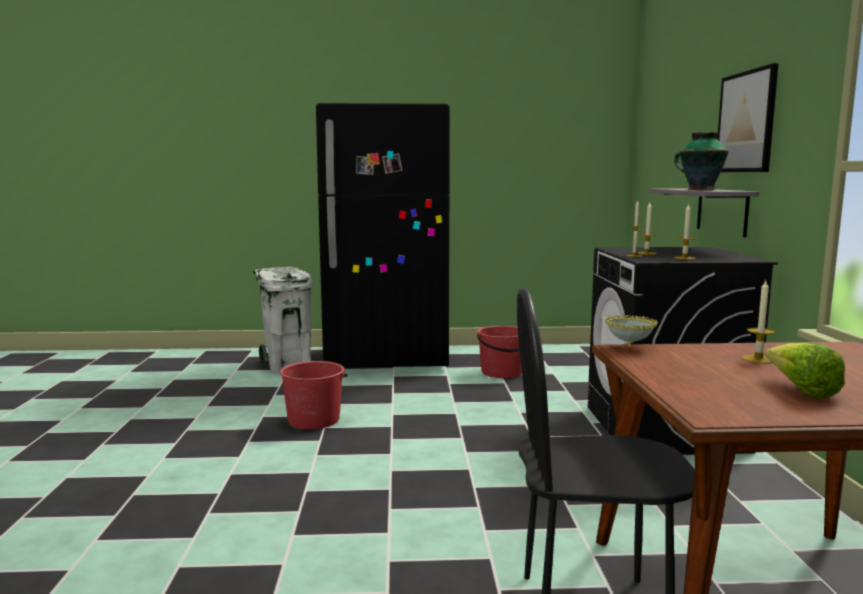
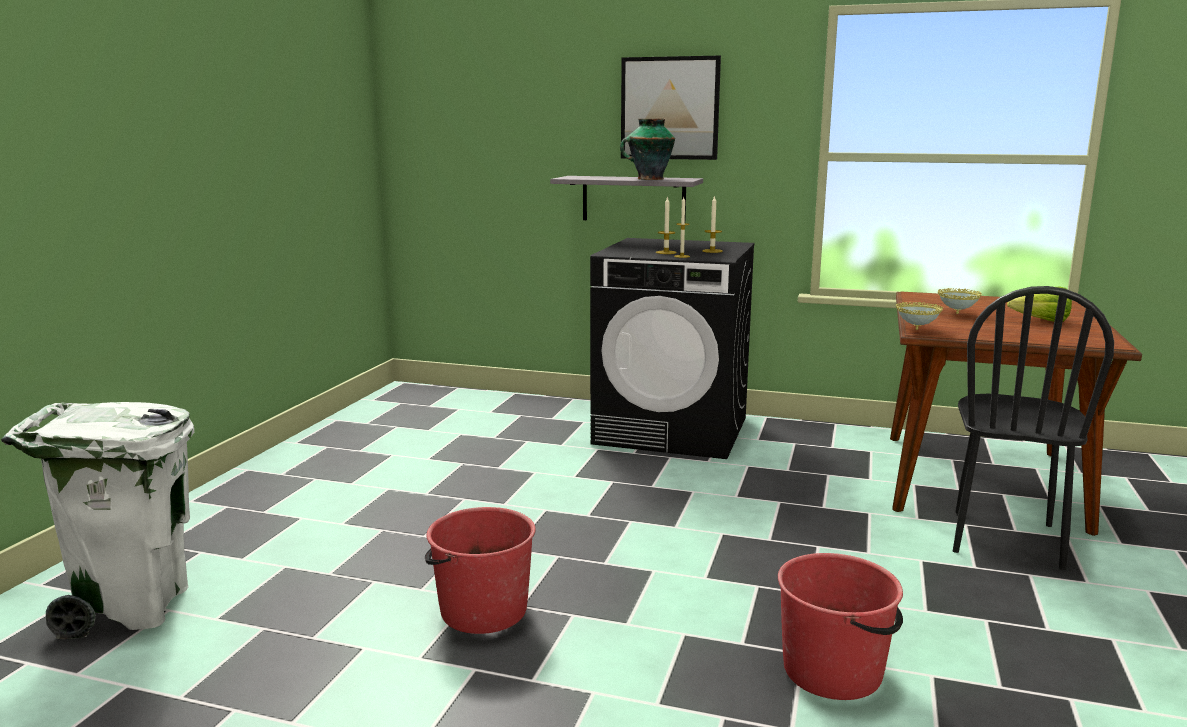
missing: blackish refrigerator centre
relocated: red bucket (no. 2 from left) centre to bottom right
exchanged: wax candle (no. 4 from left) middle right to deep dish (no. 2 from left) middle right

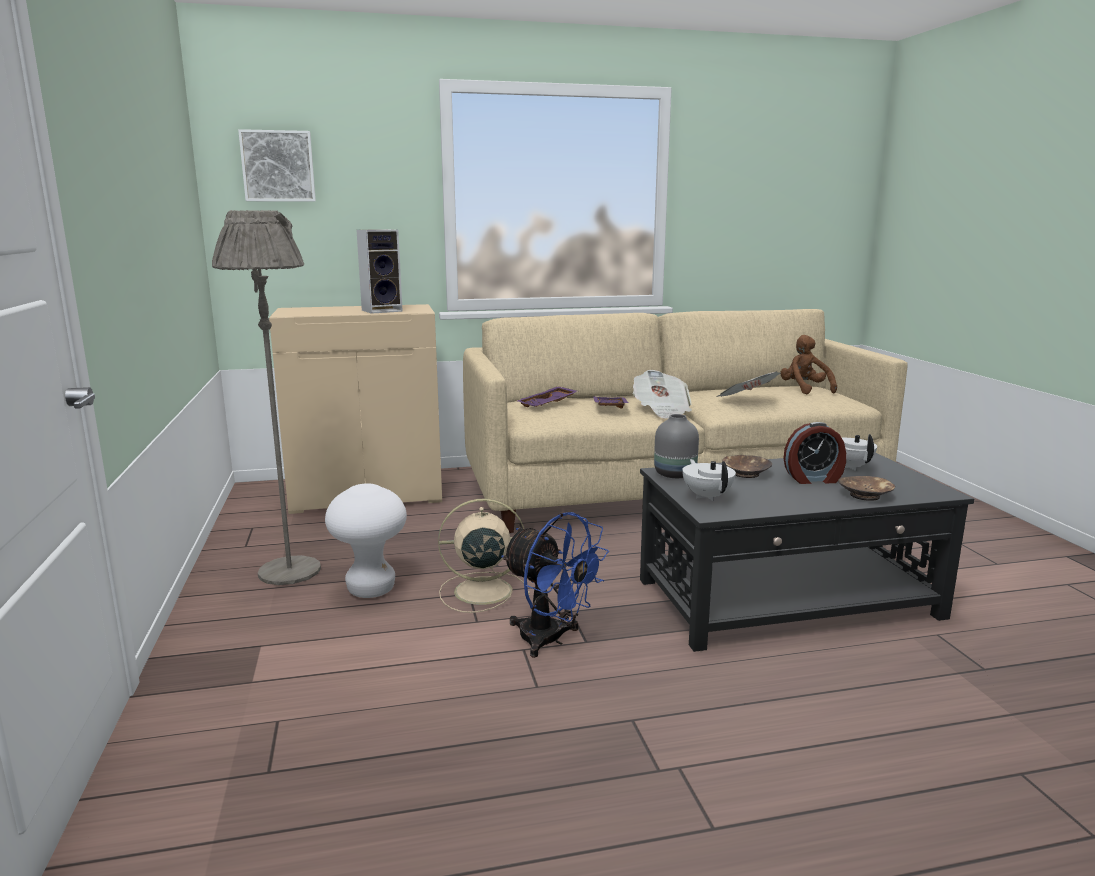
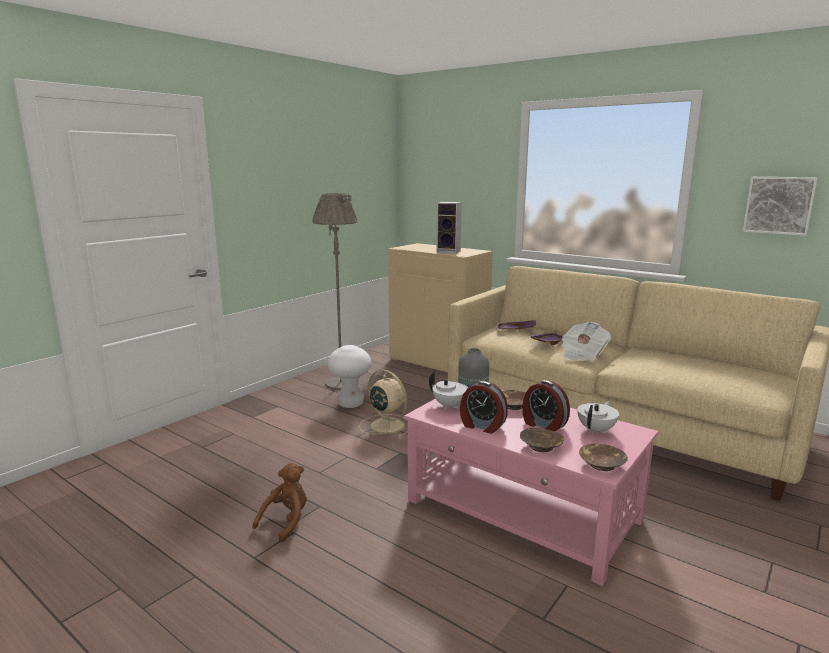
missing: daily paper (no. 2 from left) middle right; bluish electric fan bottom centre
appeared: table clock (no. 1 from left) centre; brown deep dish (no. 3 from left) bottom right
relocated: wall picture top left to top right; brown soft toy middle right to bottom centre
colour: blackish low table middle right to pinkish low table bottom centre
spun: white pot for tea (no. 1 from left) centre = centre 90 degrees clockwise

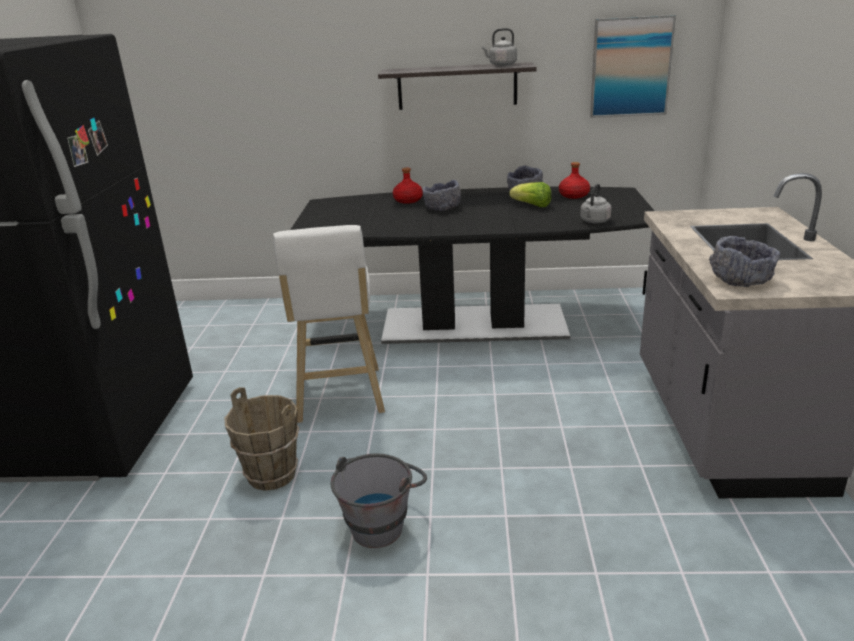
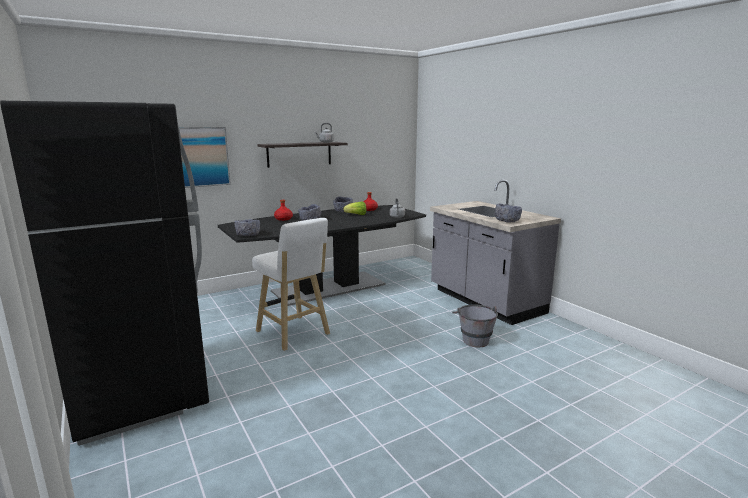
missing: brown bucket bottom left
appeared: greyish deep dish (no. 1 from left) middle left
relocated: wall picture top right to top left; greyish bucket bottom centre to centre

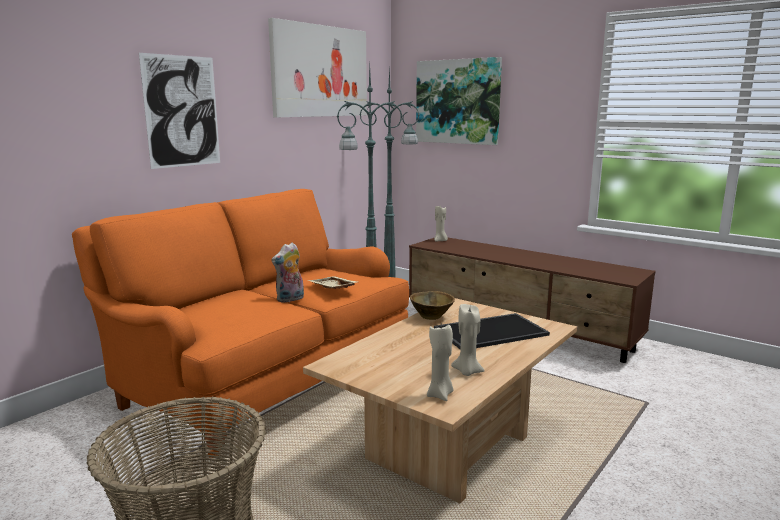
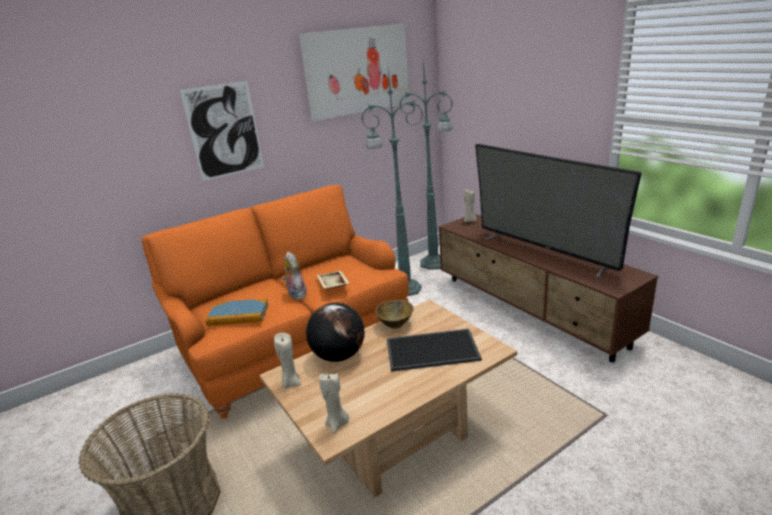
missing: wall picture (no. 3 from left) top centre
appeared: TV set middle right; volume middle left; globe centre
relocated: beige-coloured wax candle (no. 3 from left in the first image) centre to beige-coloured wax candle (no. 1 from left) bottom centre
spun: soft toy centre = centre 90 degrees clockwise

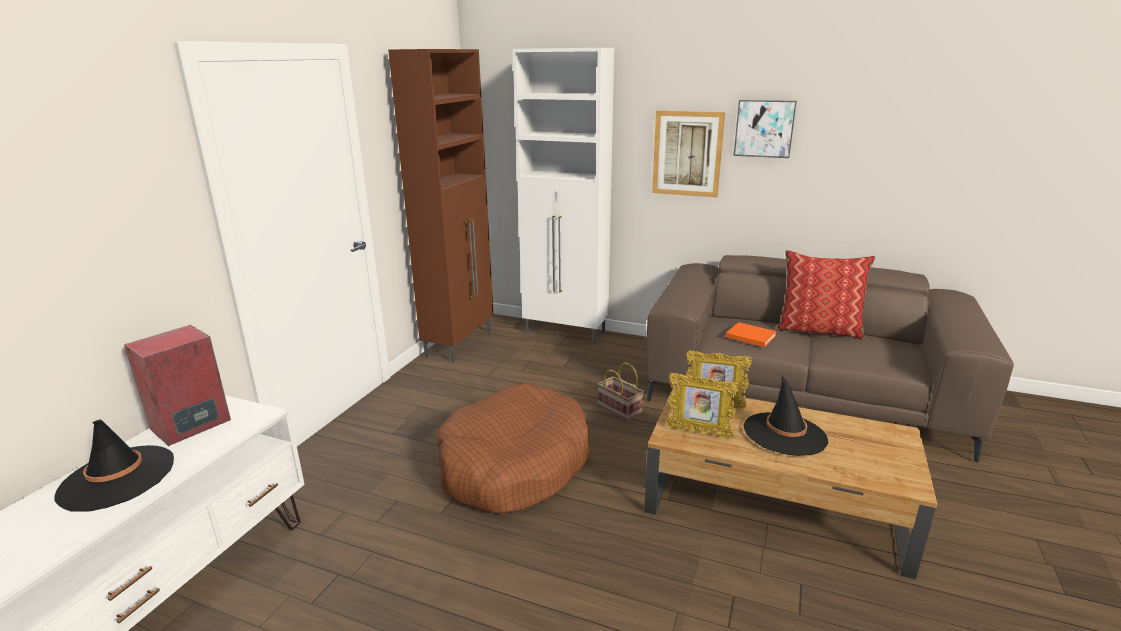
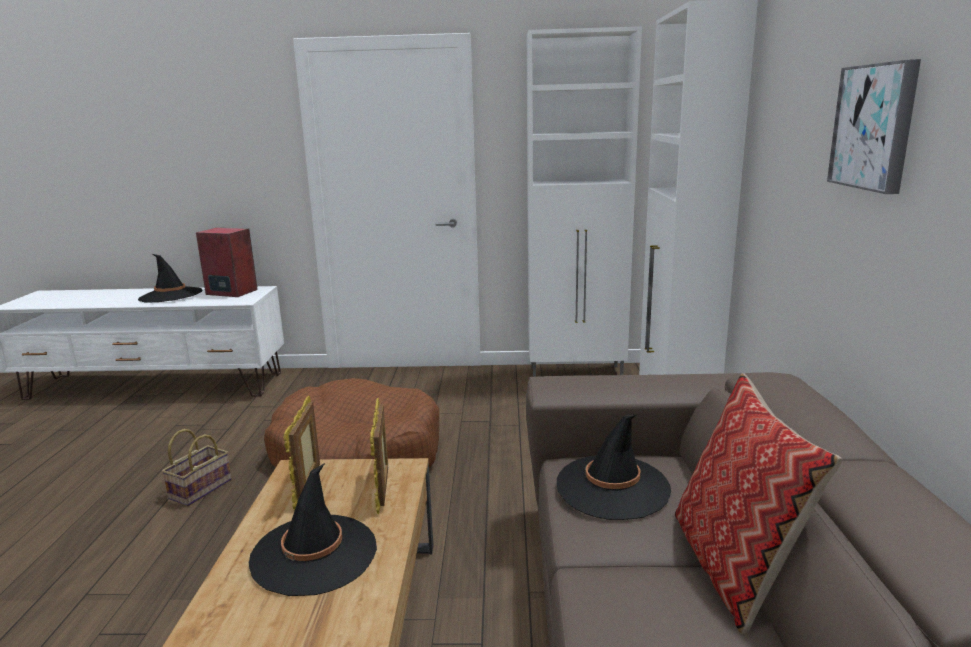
missing: wall picture (no. 1 from left) top centre
relocated: basket centre to bottom left
exchanged: orange-coloured volume middle right to blackish clothing hat (no. 3 from left) bottom centre
colour: brown storage cabinet top centre to white storage cabinet (no. 1 from left) top centre

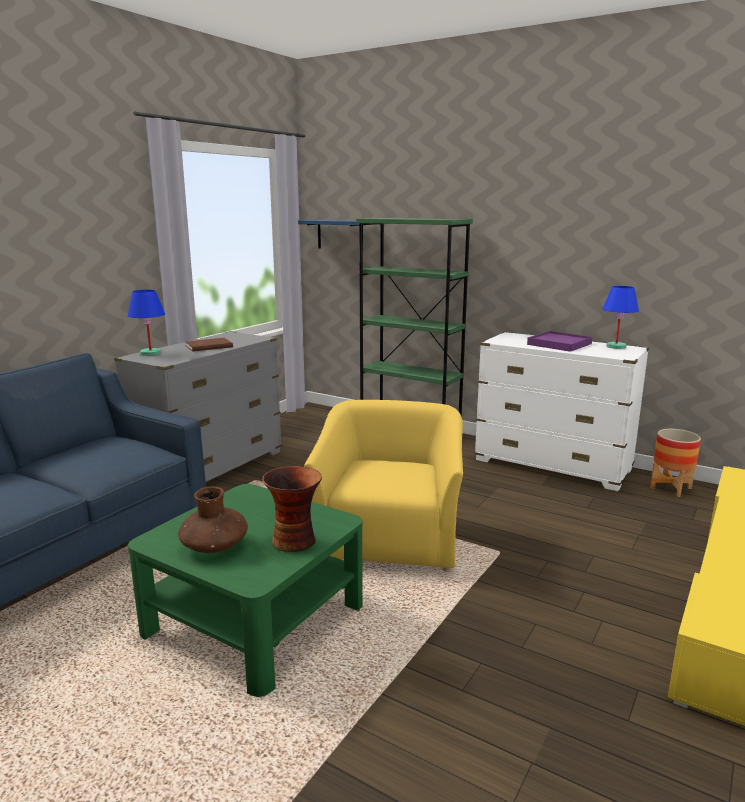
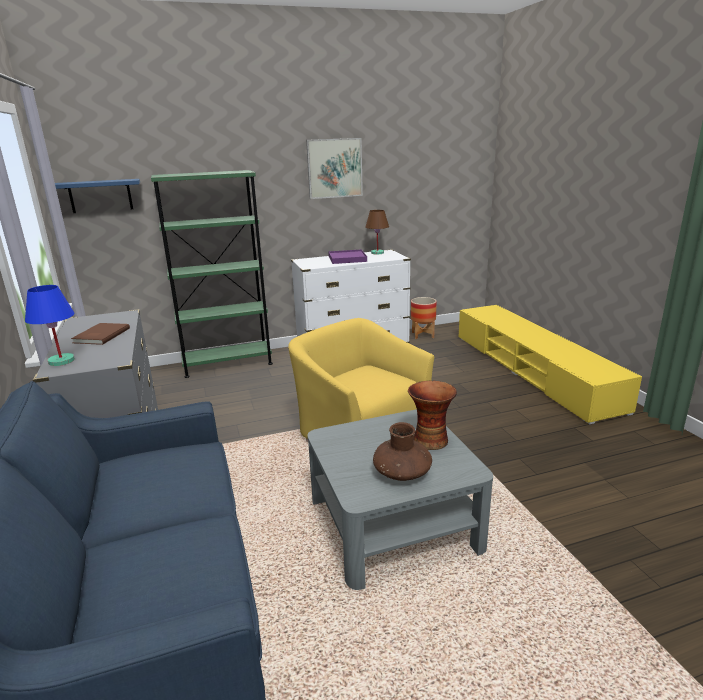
appeared: wall picture top centre
colour: bluish lamp for a table (no. 2 from left) middle right to brown lamp for a table top centre; green low table bottom left to greyish low table bottom centre

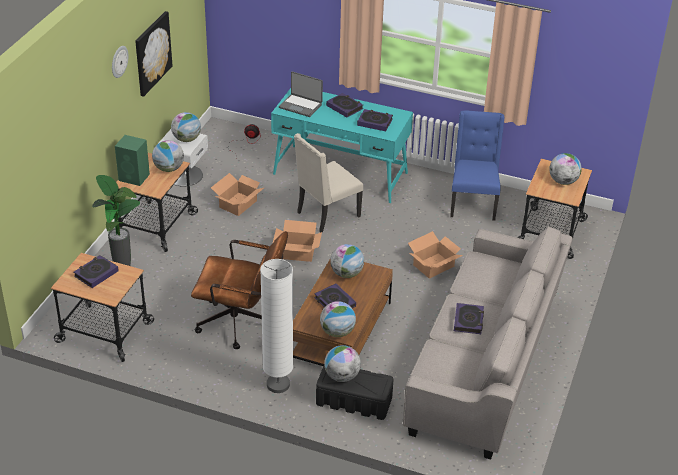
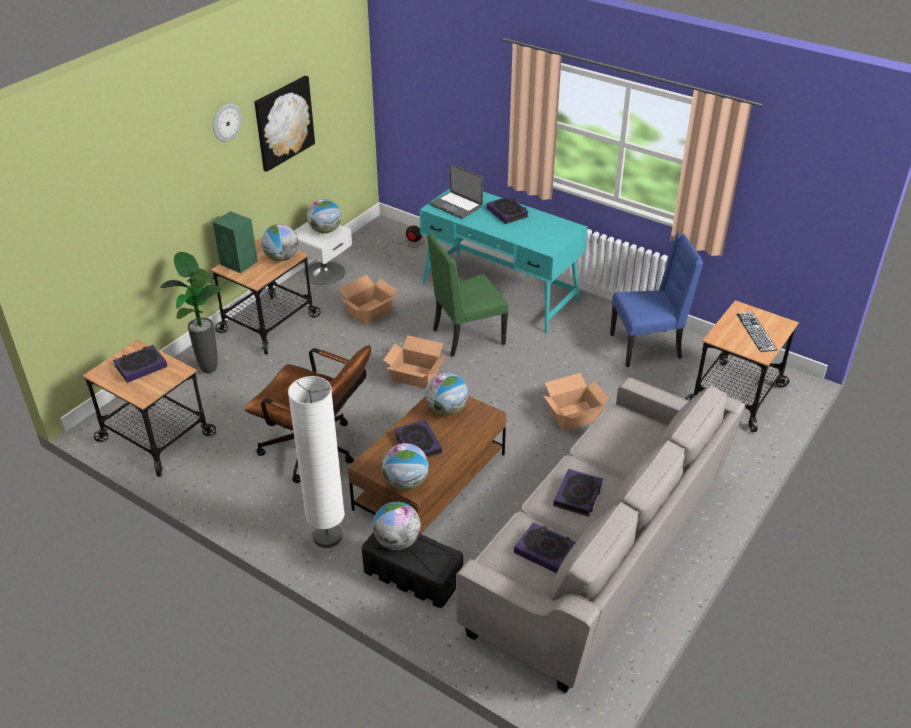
relocated: volume (no. 4 from left) top centre to bottom centre
exchanged: globe (no. 6 from left) middle right to PC keyboard middle right
colour: beige-coloured upright chair centre to green upright chair centre
spun: bluish upright chair middle right = middle right 60 degrees clockwise

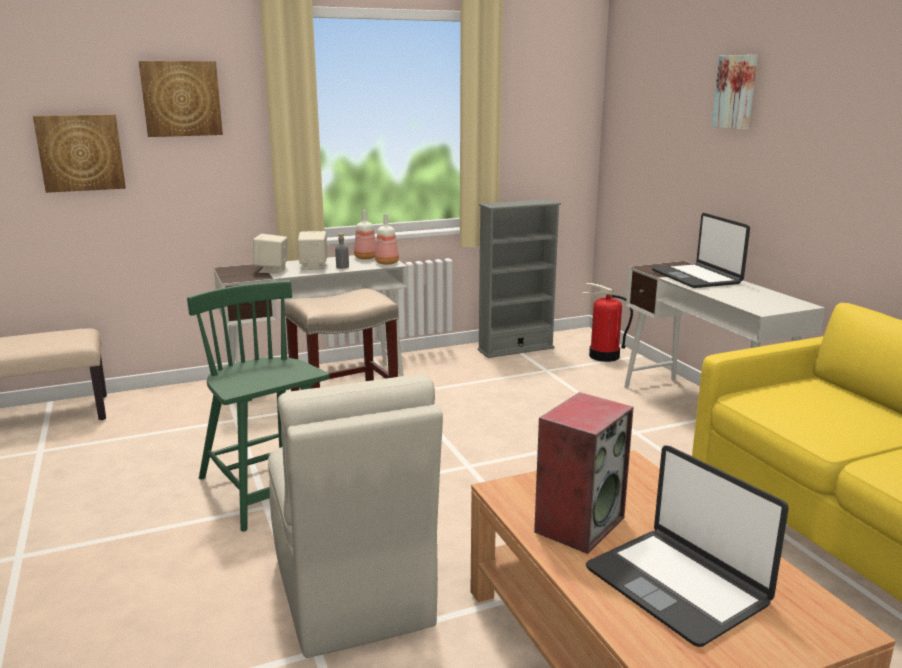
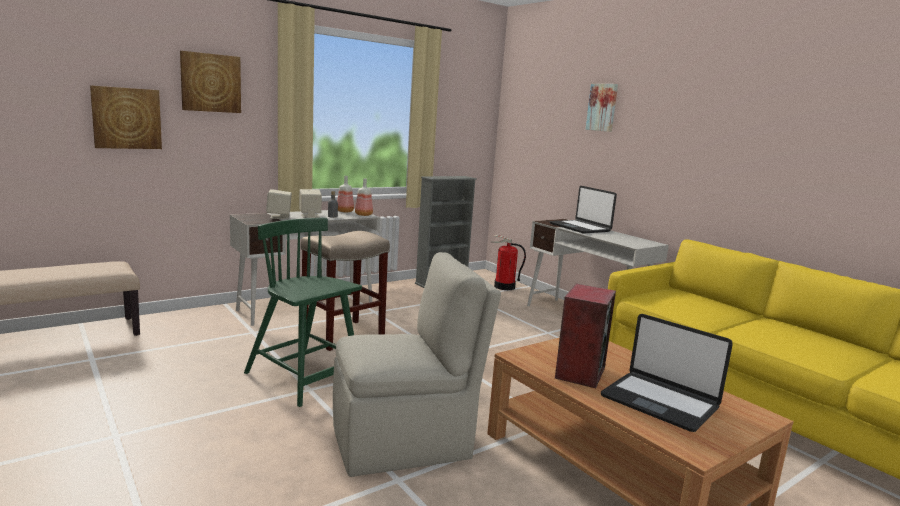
spun: beige-coloured upright chair bottom centre = bottom centre 75 degrees counterclockwise

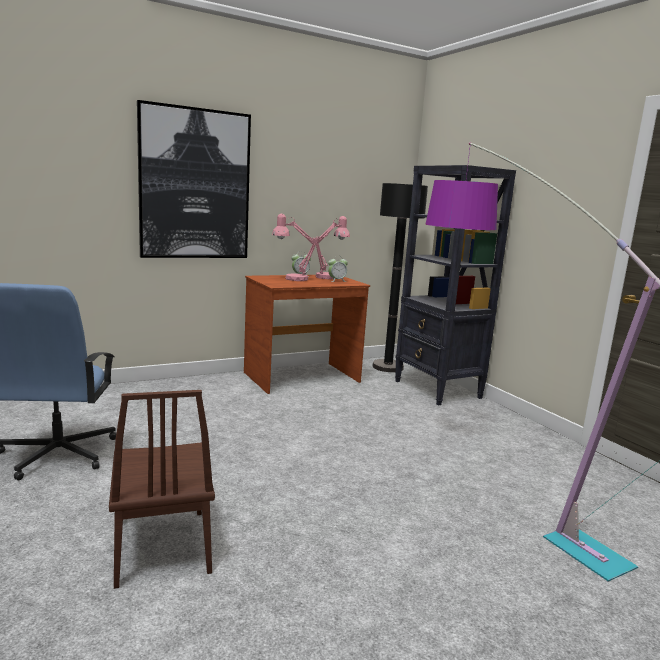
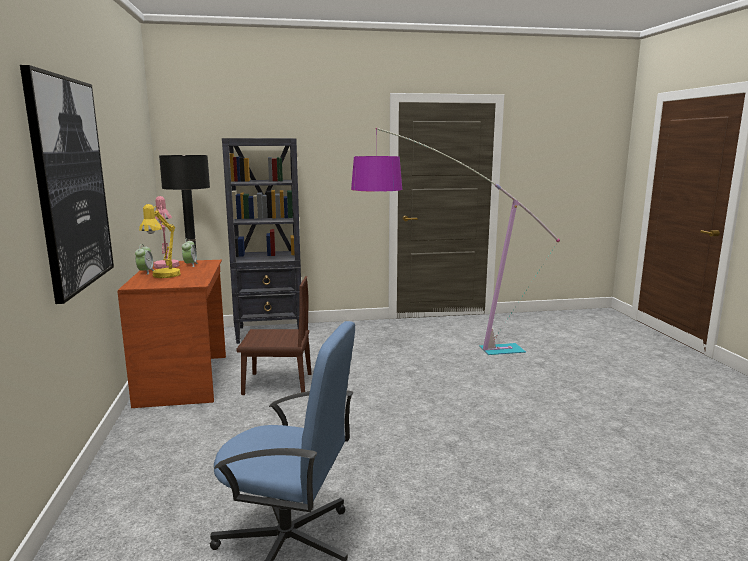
relocated: brown upright chair bottom left to centre
colour: pinkish lamp for a table (no. 1 from left) centre to yellow-coloured lamp for a table middle left

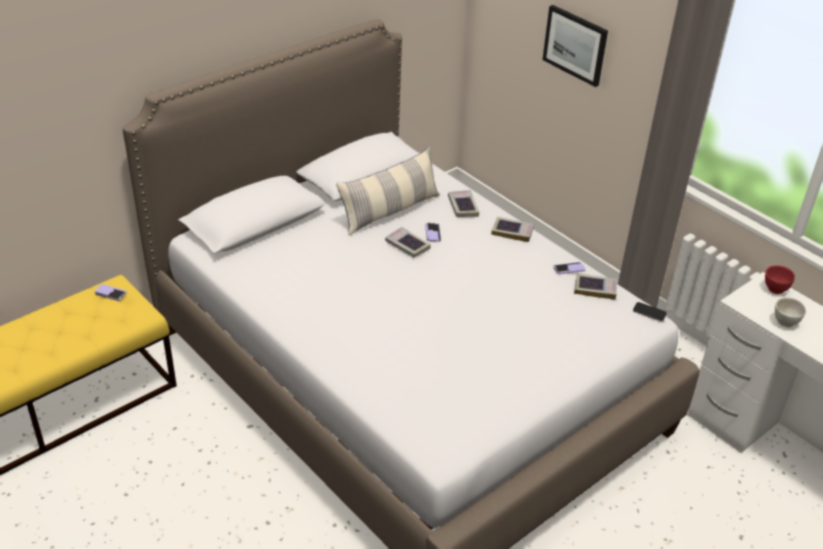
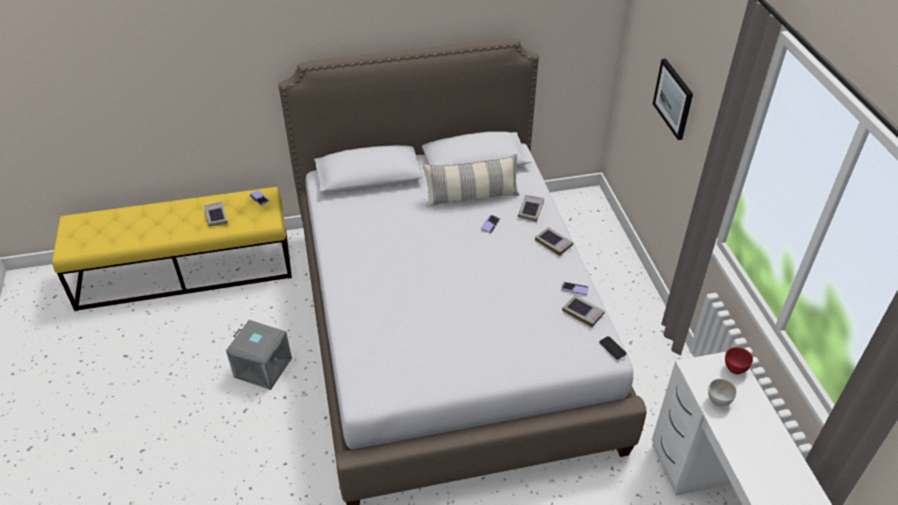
appeared: greyish storage box bottom left
relocated: volume (no. 1 from left) centre to middle left

